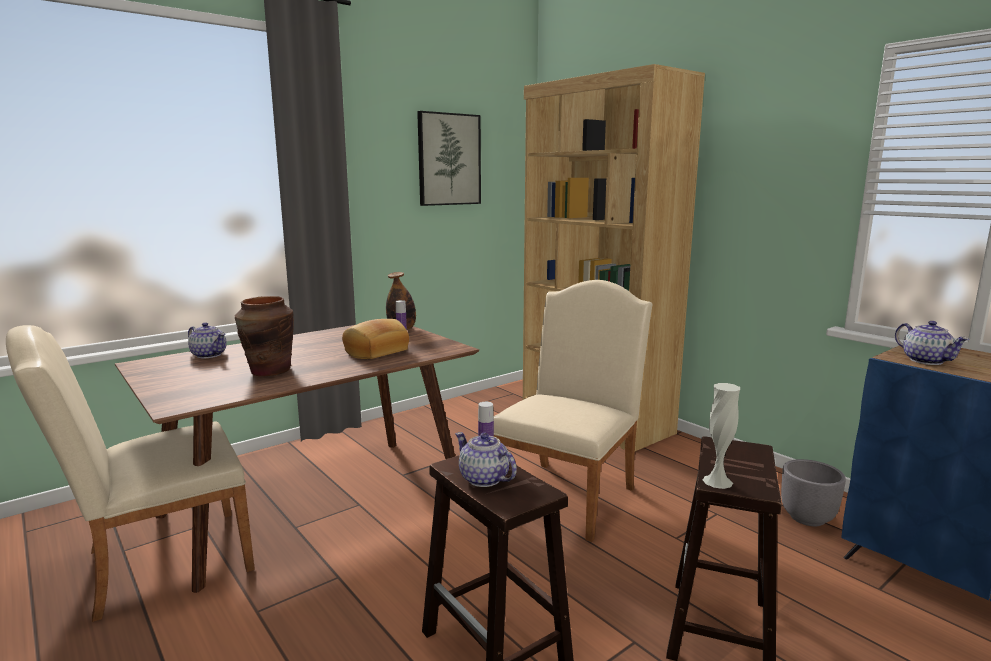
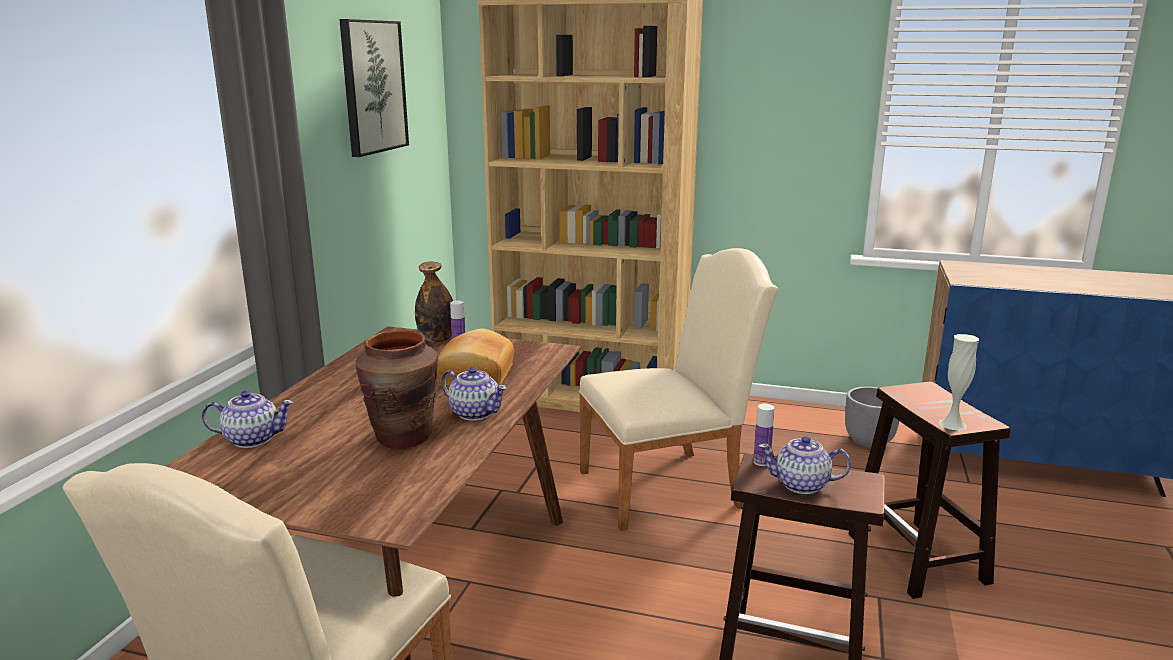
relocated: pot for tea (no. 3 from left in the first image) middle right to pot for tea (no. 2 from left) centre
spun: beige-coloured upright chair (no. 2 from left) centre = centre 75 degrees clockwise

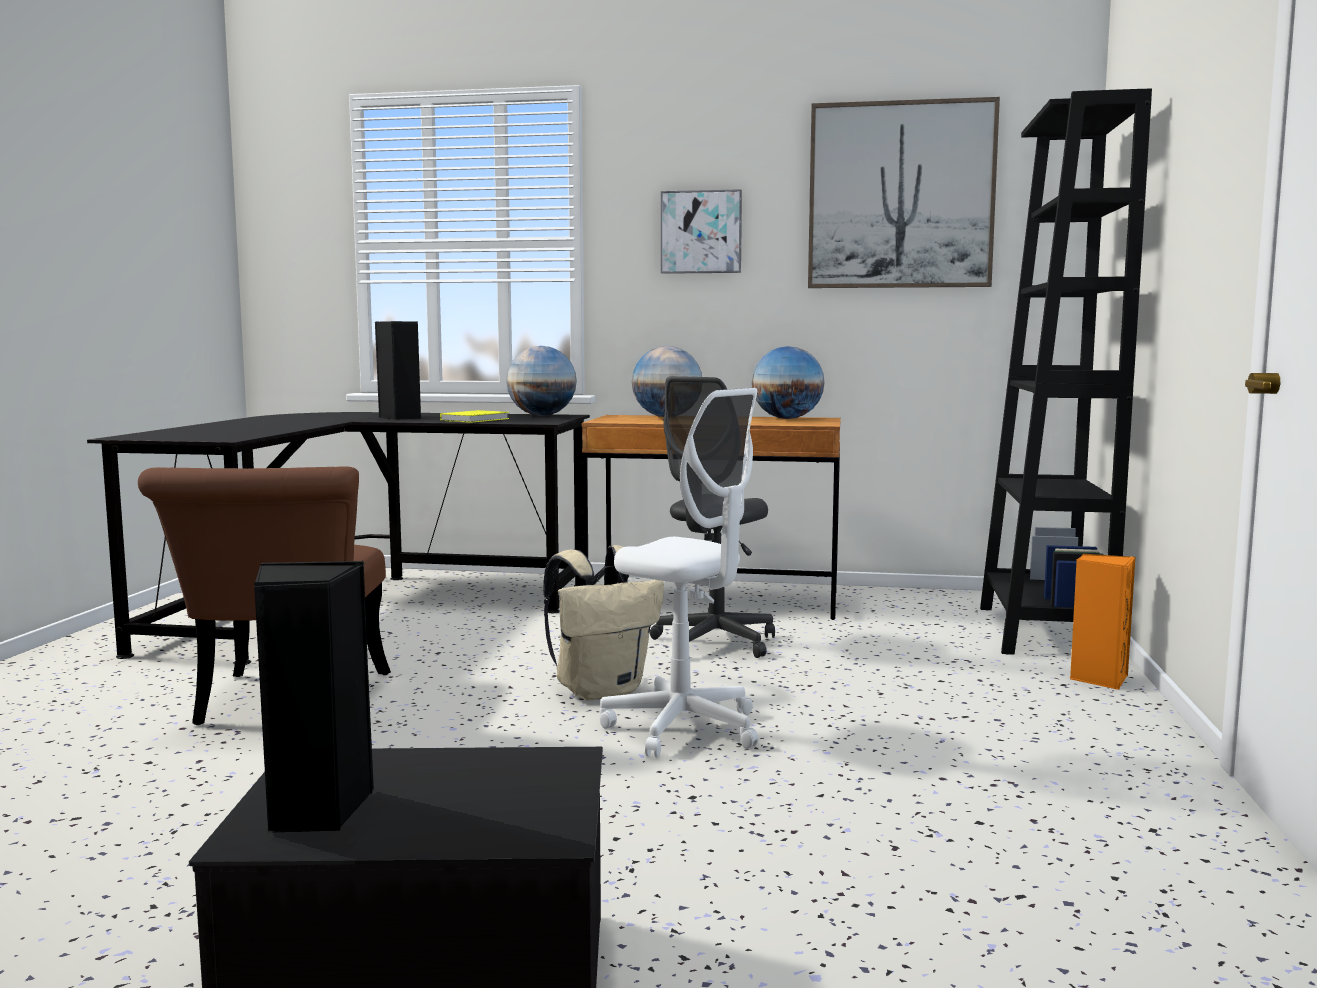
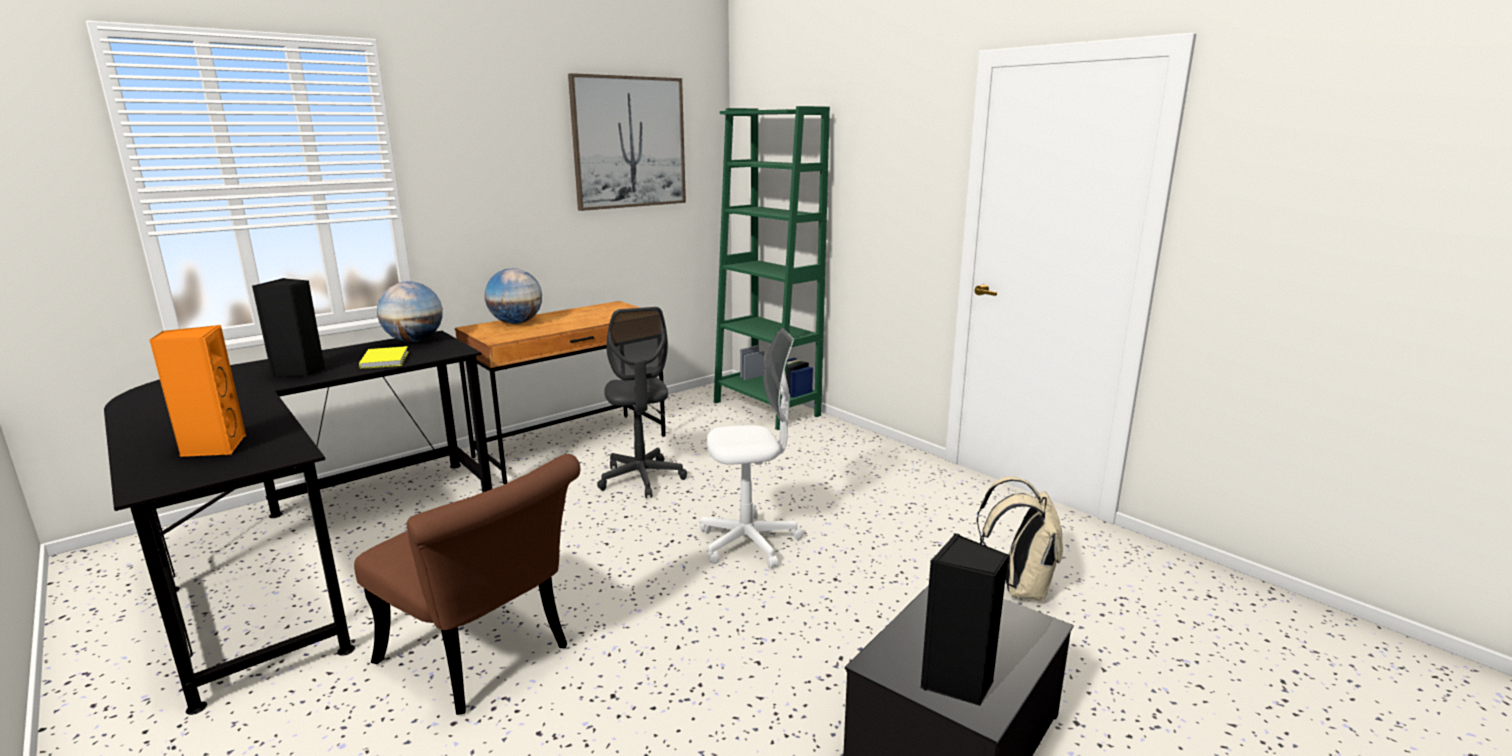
missing: wall picture (no. 1 from left) top centre; globe (no. 3 from left) centre
relocated: beige-coloured knapsack centre to bottom right; orange-coloured audio speaker middle right to middle left
colour: blackish shelving unit middle right to green shelving unit centre

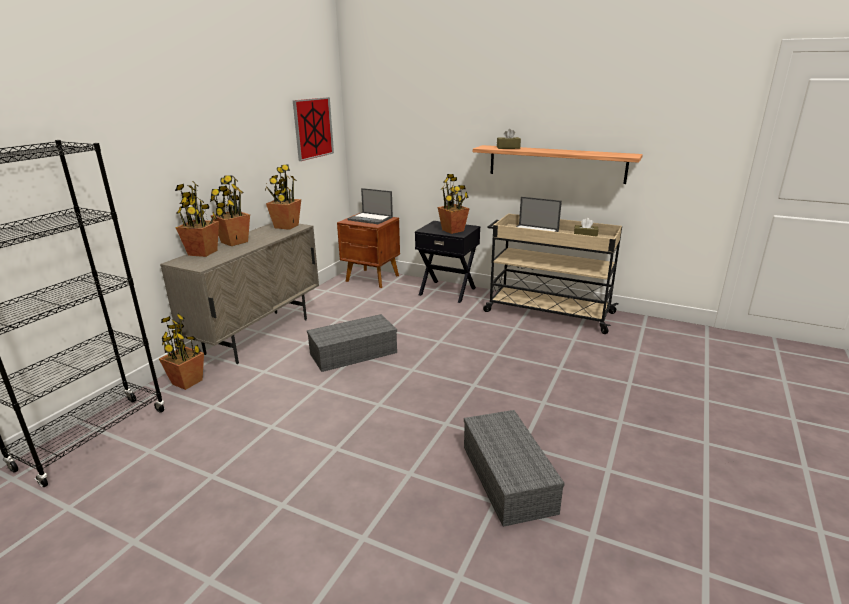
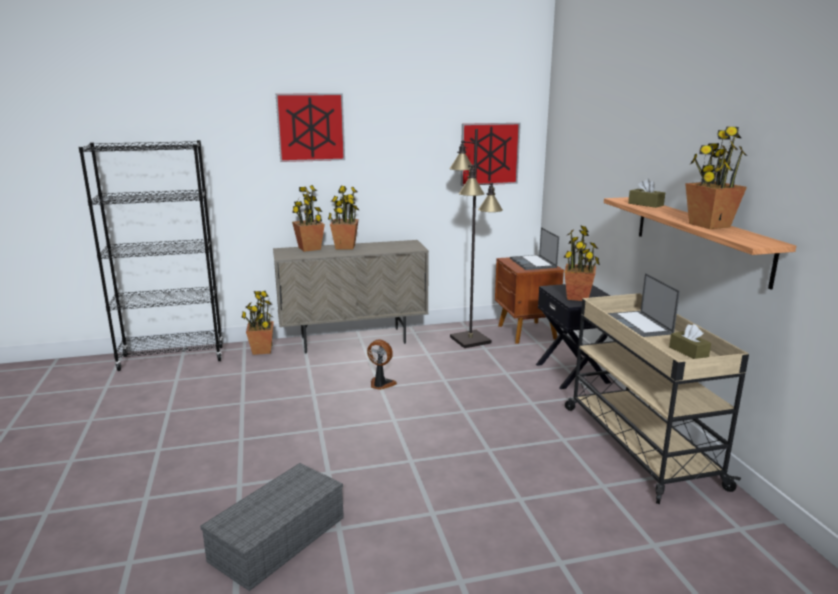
appeared: wall picture (no. 1 from left) top centre; blackish standard lamp centre
relocated: potted plant (no. 4 from left in the first image) top centre to potted plant (no. 5 from left) top right
exchanged: greyish storage box (no. 1 from left) centre to electric fan centre

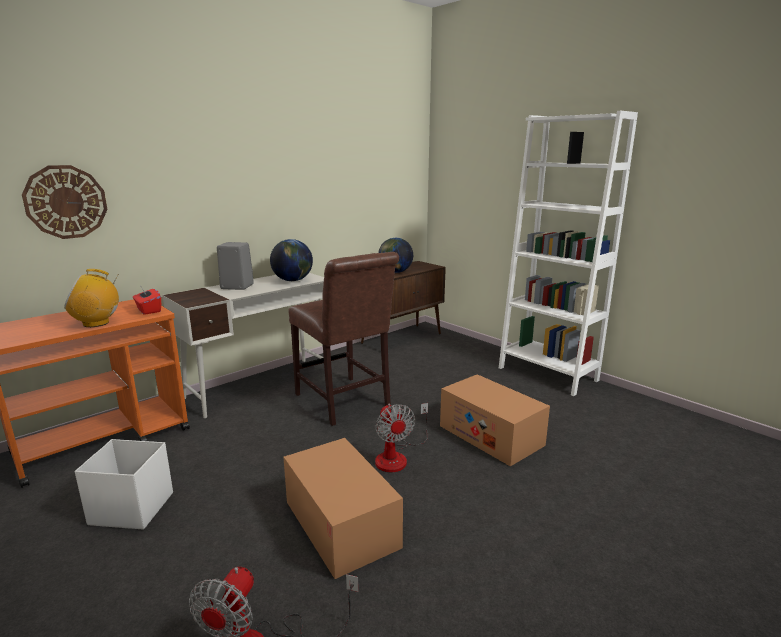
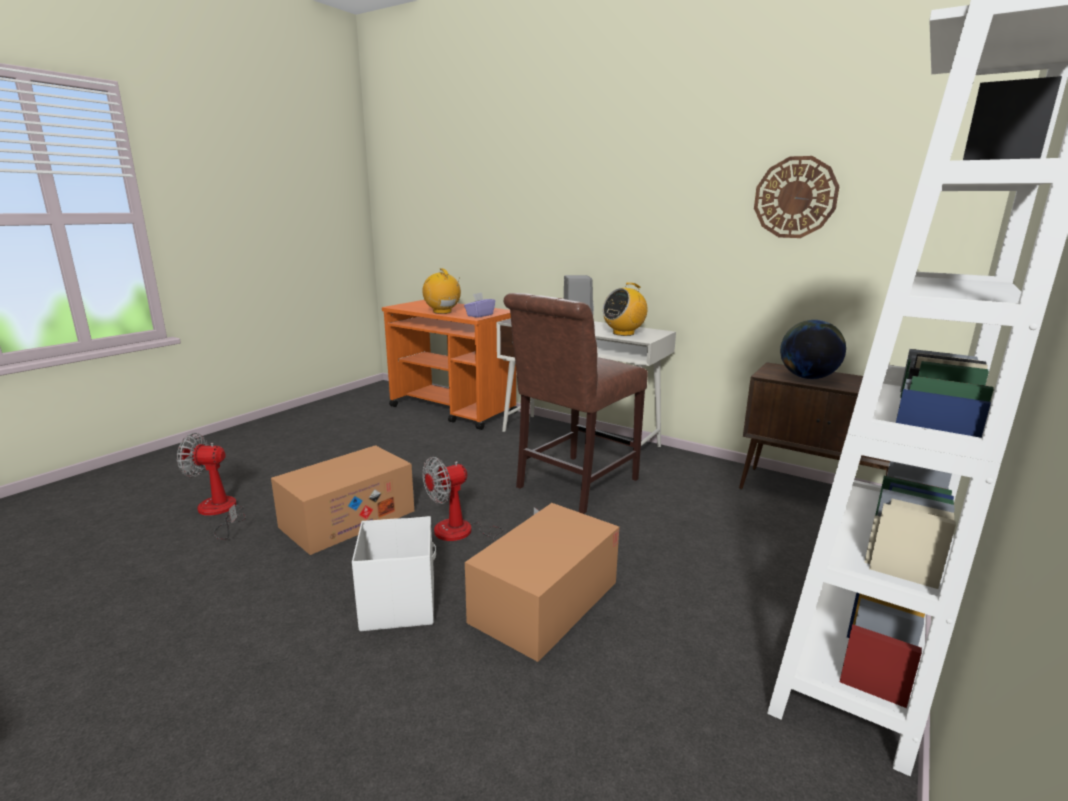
relocated: clock on the wall top left to top right; white storage box bottom left to bottom centre
exchanged: globe (no. 1 from left) centre to radio receiver (no. 2 from left) centre
colour: red box of tissues middle left to purple-coloured box of tissues centre

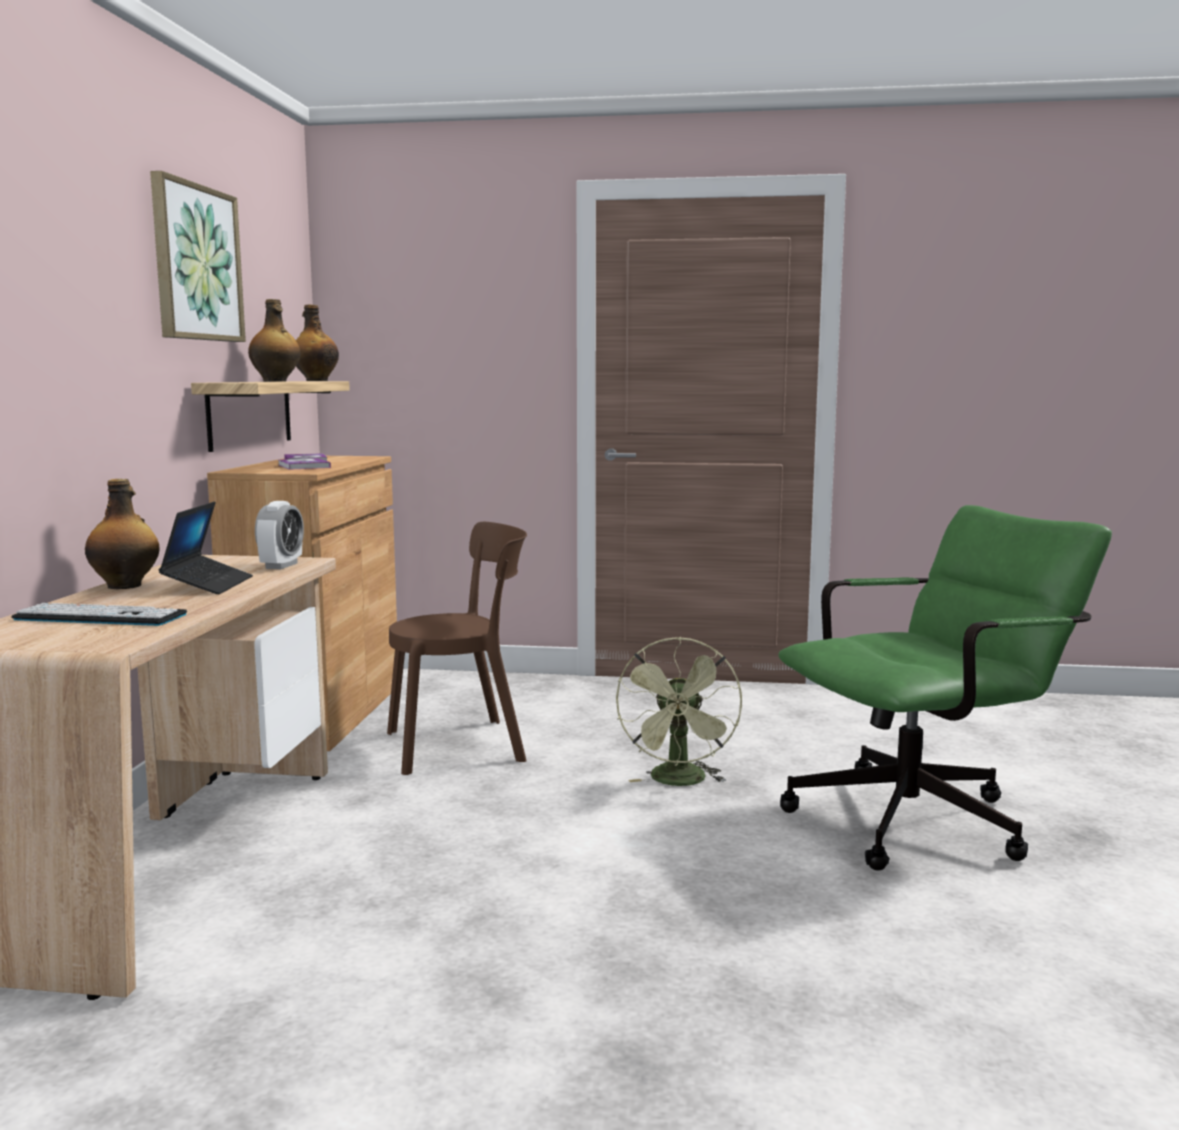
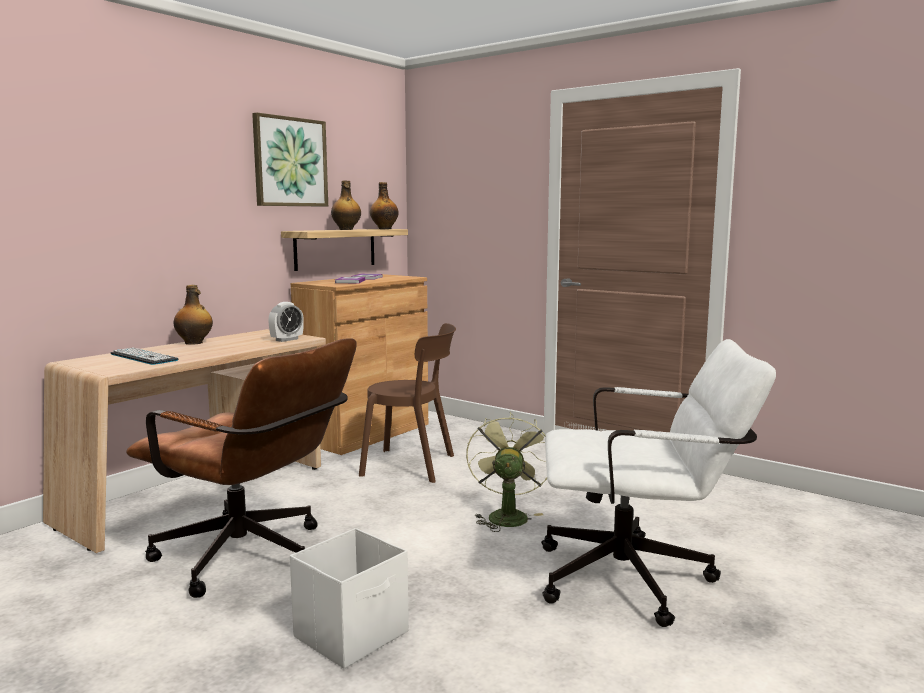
missing: portable computer middle left
appeared: brown desk chair bottom left; white storage box bottom centre
colour: green desk chair middle right to white desk chair bottom right
spun: green electric fan centre = bottom centre 150 degrees clockwise

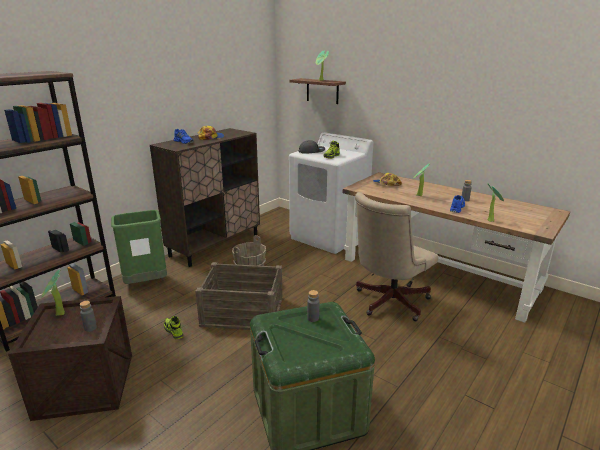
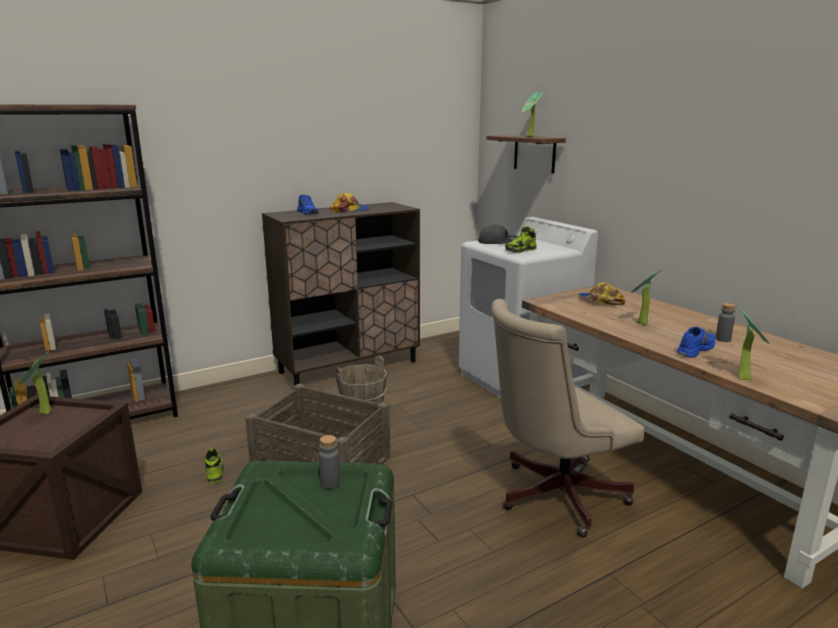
missing: green rubbish bin middle left; greyish beverage bottle (no. 1 from left) bottom left

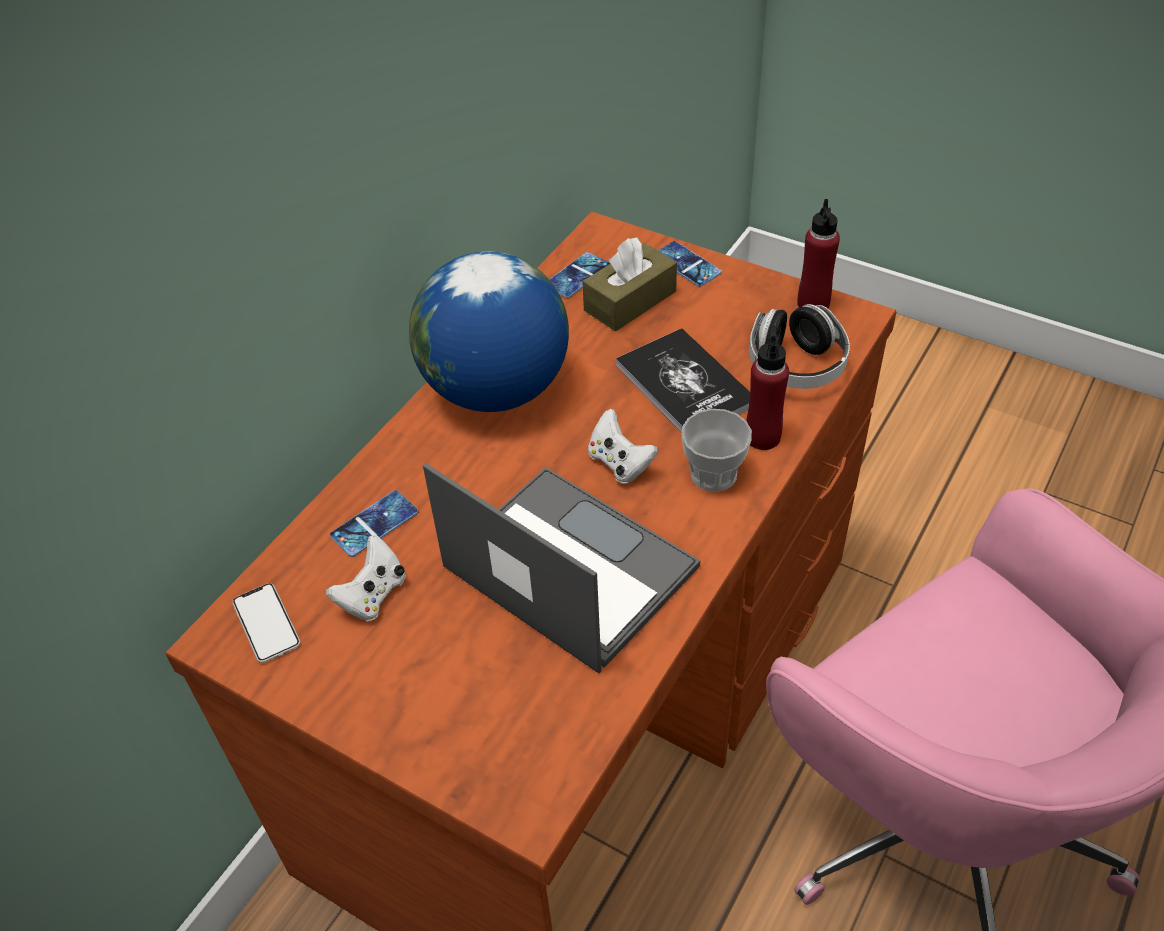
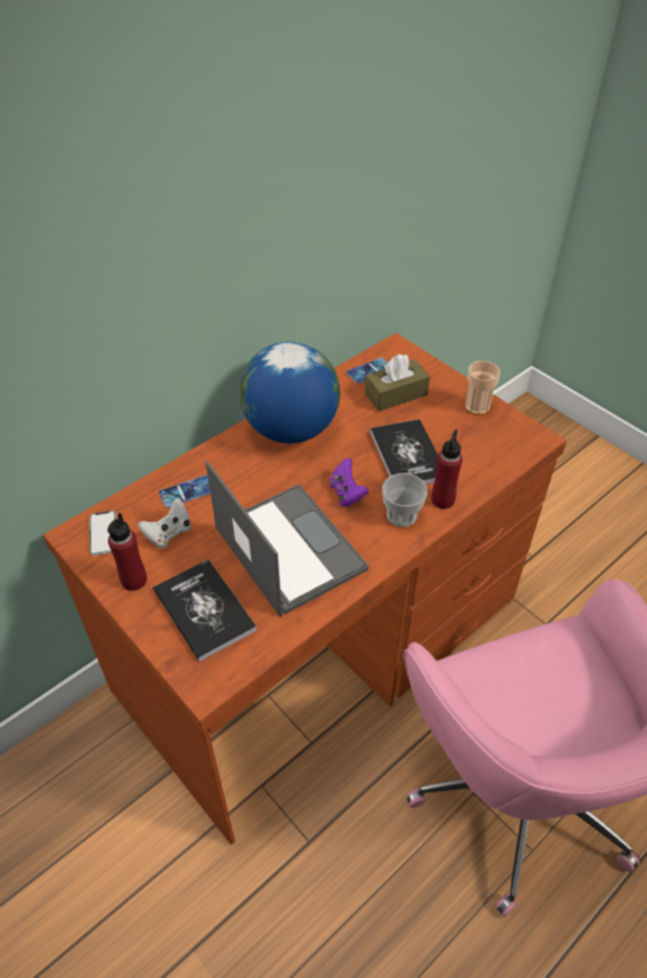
missing: phone (no. 4 from left) top centre; headphones middle right
appeared: drinking cup (no. 2 from left) middle right; volume (no. 1 from left) middle left
relocated: red beverage bottle (no. 2 from left in the first image) top right to red beverage bottle (no. 1 from left) middle left
colour: white game controller (no. 2 from left) centre to purple-coloured game controller centre

